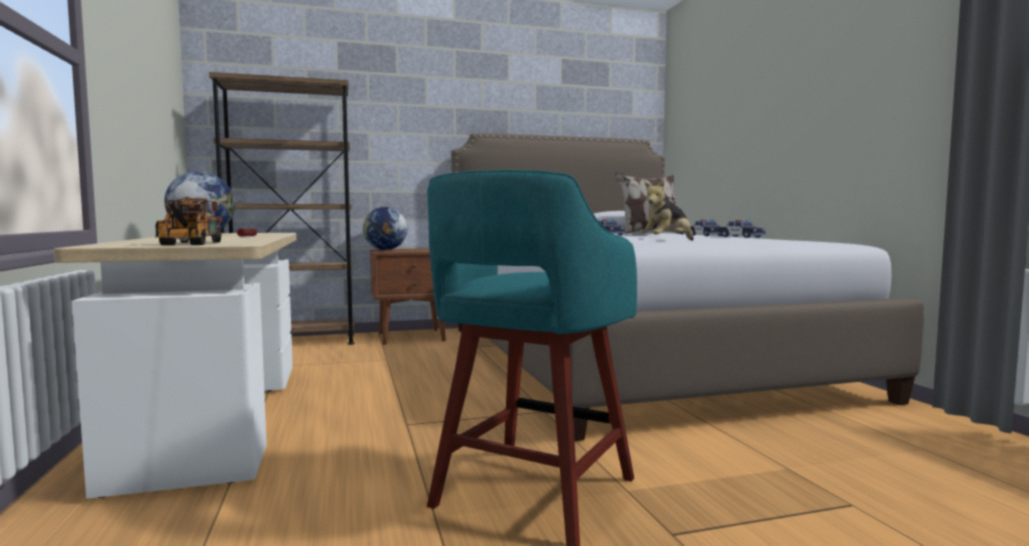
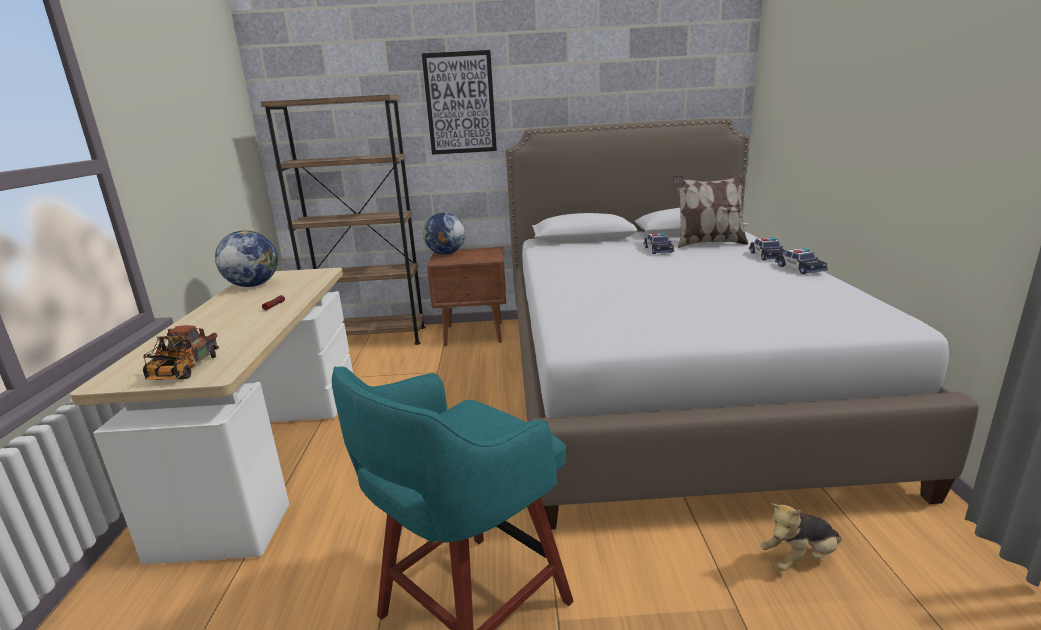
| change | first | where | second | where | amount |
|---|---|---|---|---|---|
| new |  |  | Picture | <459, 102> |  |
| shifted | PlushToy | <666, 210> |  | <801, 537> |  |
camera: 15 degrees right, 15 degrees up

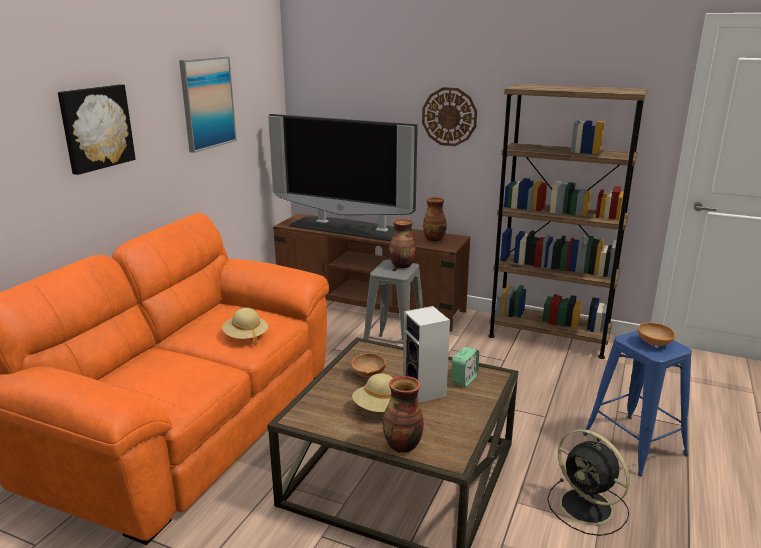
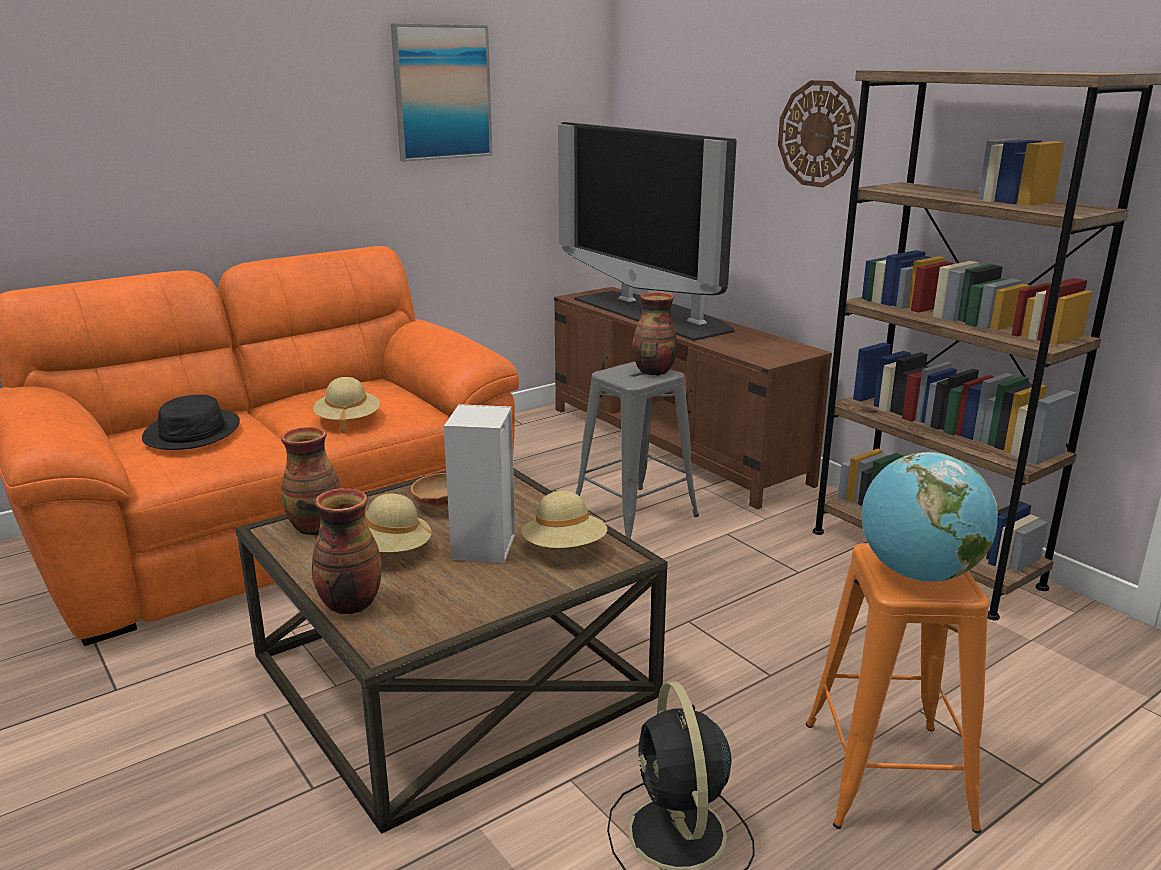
| change | first | where | second | where | amount |
|---|---|---|---|---|---|
| new |  |  | BlackHat | <191, 422> |  |
| shifted | Vase | <435, 219> |  | <311, 481> |  |
| swapped | AlarmClock | <465, 367> | BeigeHat | <564, 519> |  |
| repainted | BlueStool | <637, 403> | OrangeStool | <897, 688> |  |
| swapped | BrownBowl | <656, 334> | Globe | <930, 517> |  |
| gone | Picture | <97, 129> |  |  |  |
camera: 30 degrees right, 0 degrees up

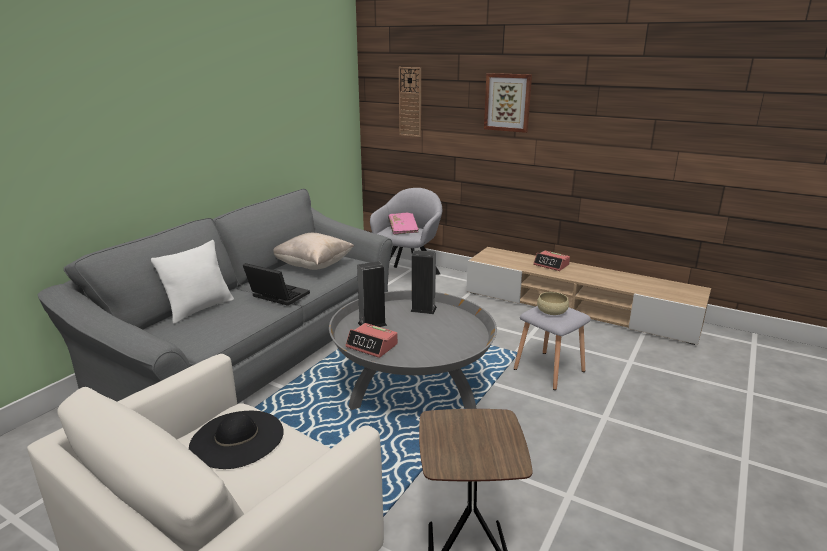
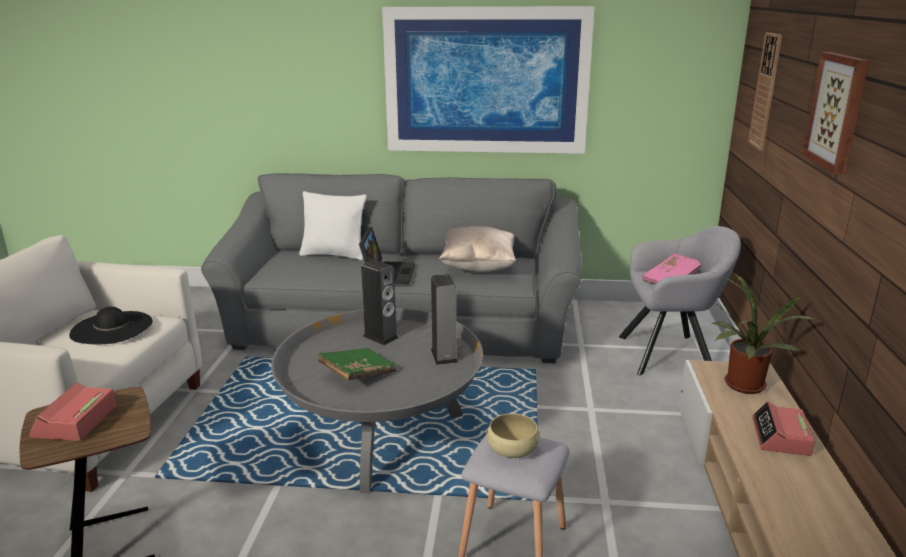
| change | first | where | second | where | amount |
|---|---|---|---|---|---|
| shifted | AlarmClock | <371, 340> |  | <72, 411> |  |
| new |  |  | GreenBook | <356, 364> |  |
| new |  |  | Picture | <488, 80> |  |
| new |  |  | PottedPlant | <761, 334> |  |
camera: 65 degrees right, 0 degrees up

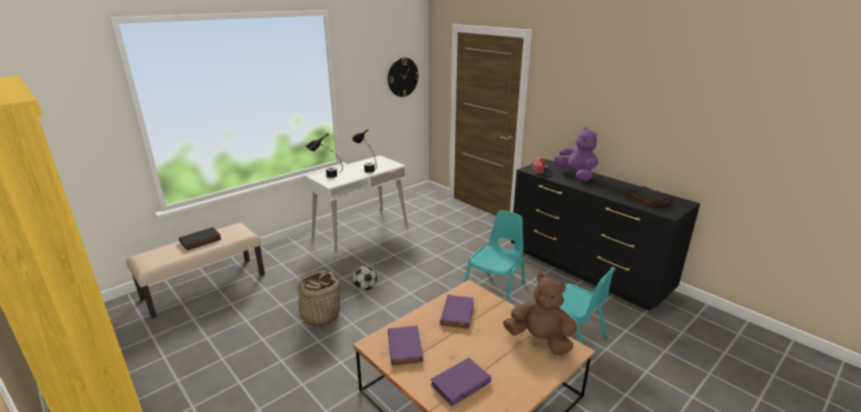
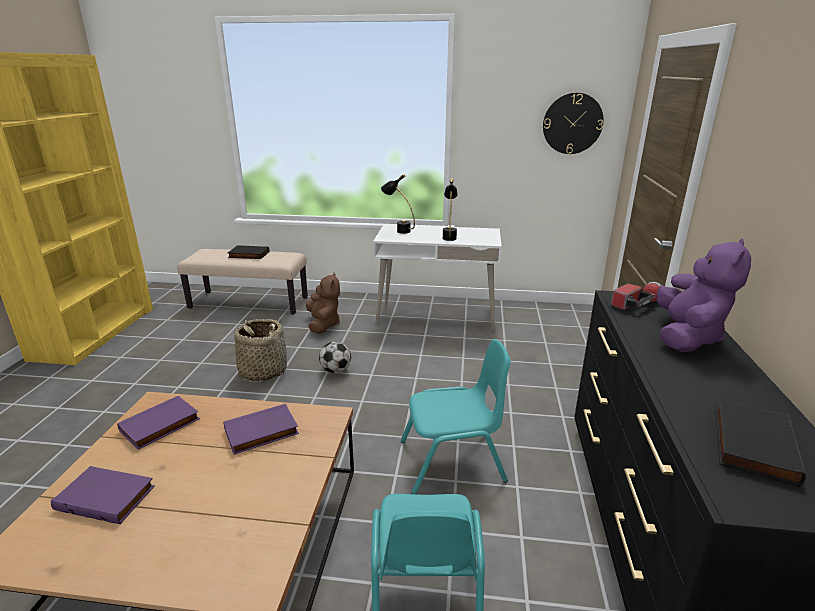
| change | first | where | second | where | amount |
|---|---|---|---|---|---|
| shifted | BrownPlushToy | <540, 314> |  | <323, 303> |  |
camera: 50 degrees right, 0 degrees up

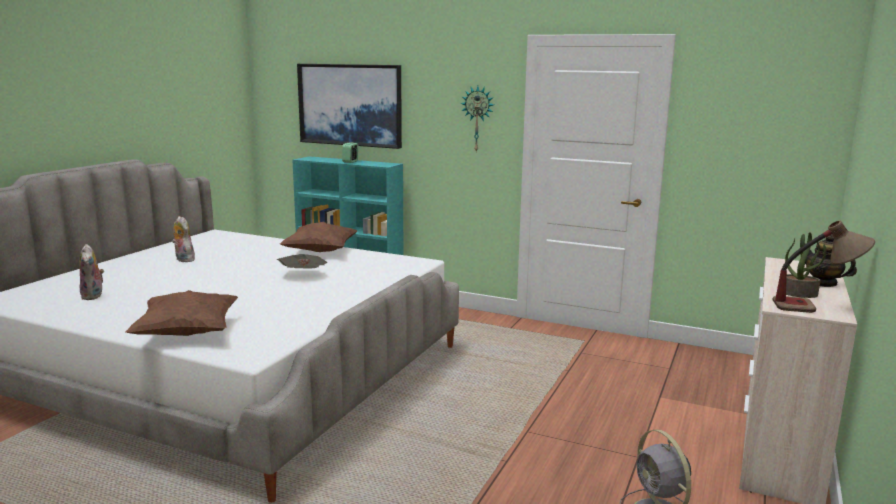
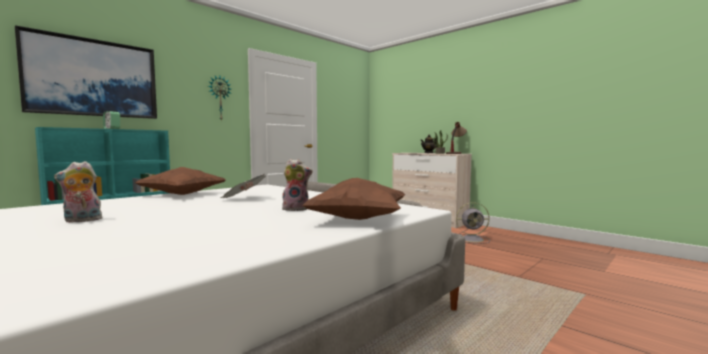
| change | first | where | second | where | amount |
|---|---|---|---|---|---|
| shifted | PlushToy | <91, 272> |  | <296, 185> |  |
camera: 70 degrees left, 10 degrees down

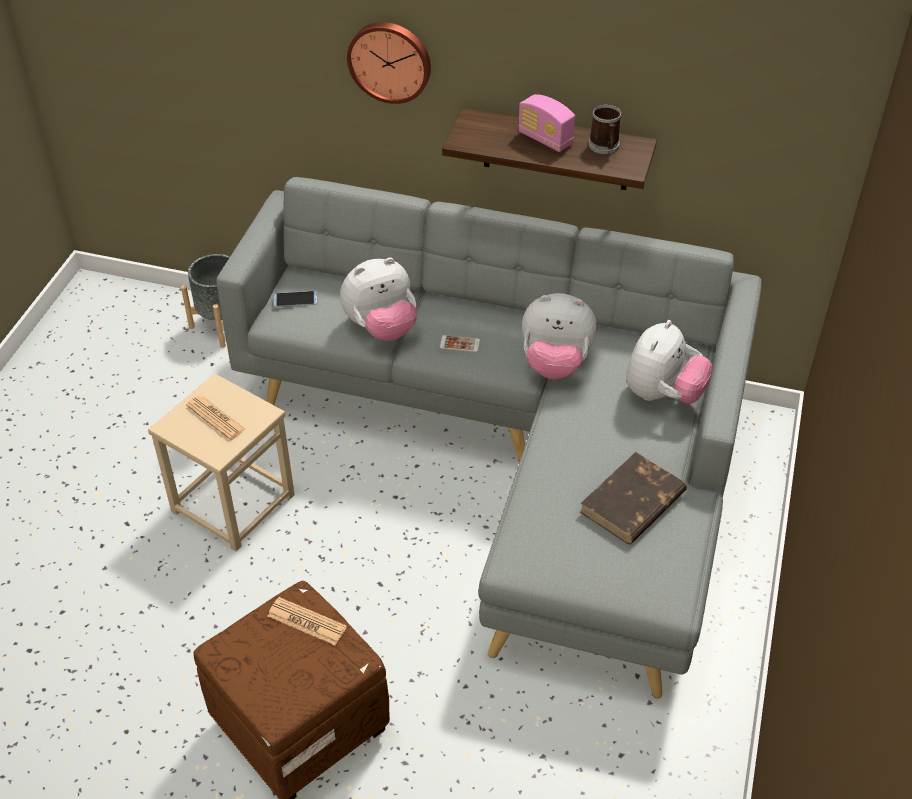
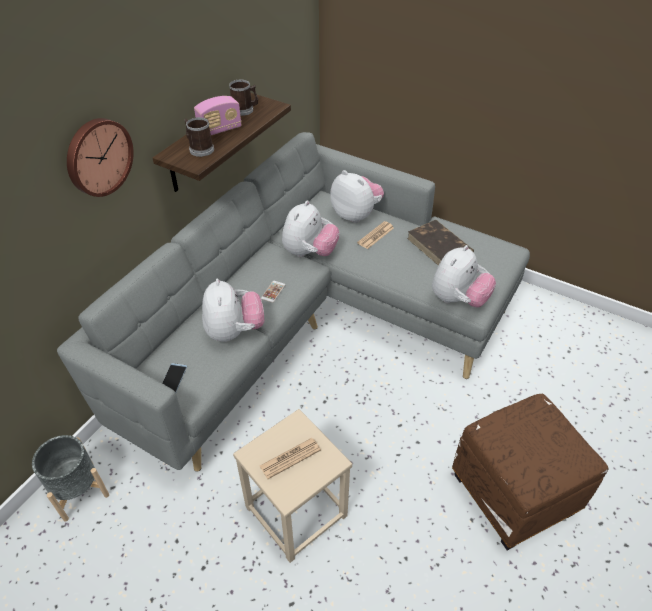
| change | first | where | second | where | amount |
|---|---|---|---|---|---|
| new |  |  | Mug | <199, 137> |  |
| shifted | Newspaper | <307, 621> |  | <375, 235> |  |
| new |  |  | PlushToy | <464, 276> |  |
camera: 75 degrees left, 0 degrees up

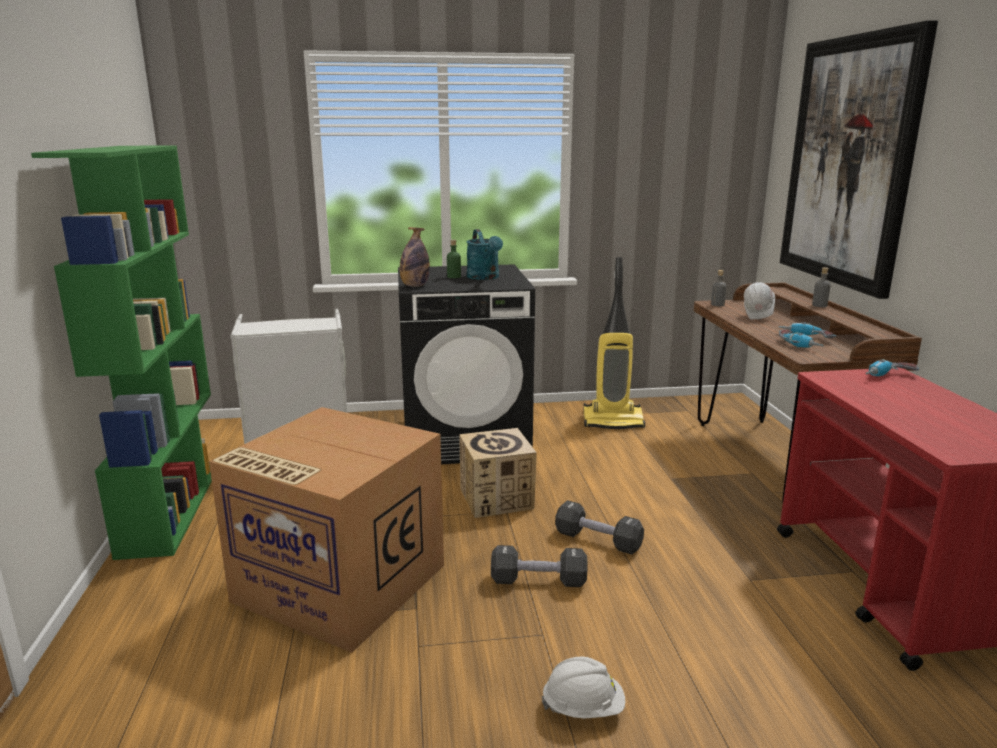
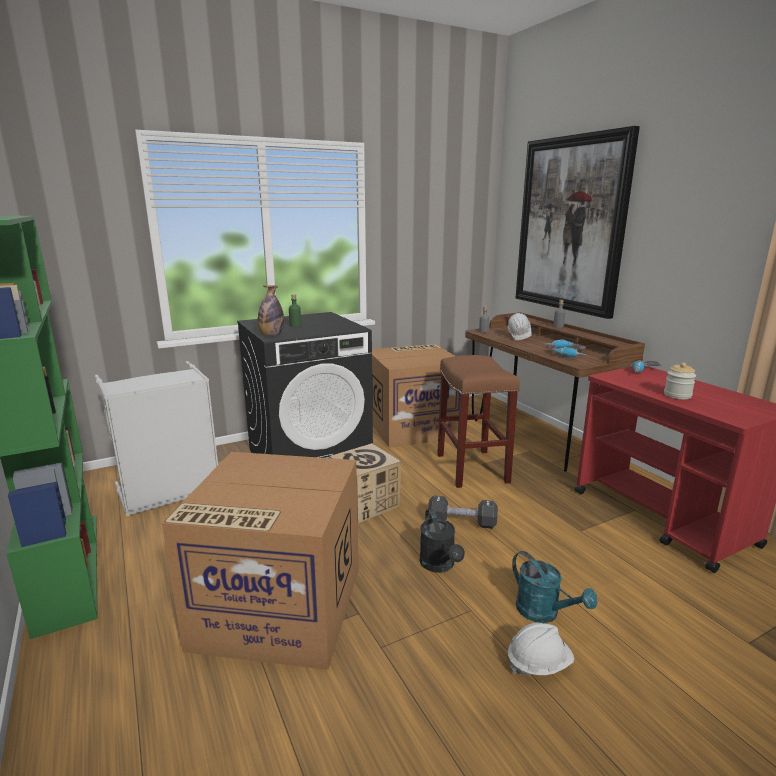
| change | first | where | second | where | amount |
|---|---|---|---|---|---|
| swapped | VacuumCleaner | <614, 343> | CardboardBox | <415, 396> |  |
| swapped | BlackDumbbell | <539, 566> | BlackWateringCan | <442, 541> |  |
| new |  |  | BrownStool | <478, 421> |  |
| shifted | TurquoiseWateringCan | <485, 254> |  | <554, 587> |  |
| new |  |  | Jar | <680, 381> |  |
camera: 20 degrees left, 0 degrees up

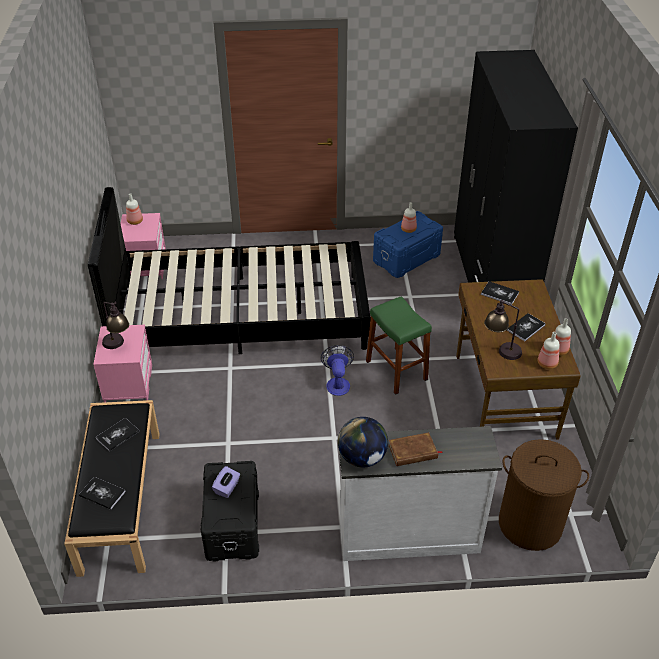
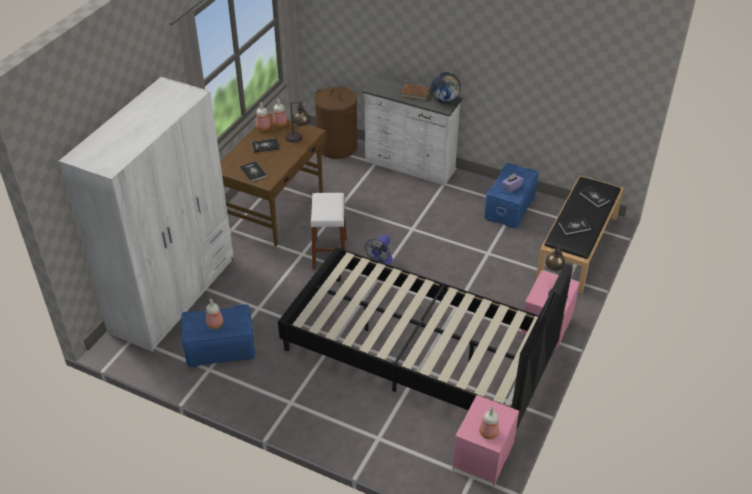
| change | first | where | second | where | amount |
|---|---|---|---|---|---|
| repainted | BlackWardrobe | <516, 166> | WhiteWardrobe | <145, 214> |  |
| repainted | GreenStool | <399, 345> | WhiteStool | <329, 231> |  |
| repainted | BlackStorageBox | <230, 511> | BlueStorageBox | <511, 195> |  |
camera: 150 degrees left, 0 degrees up

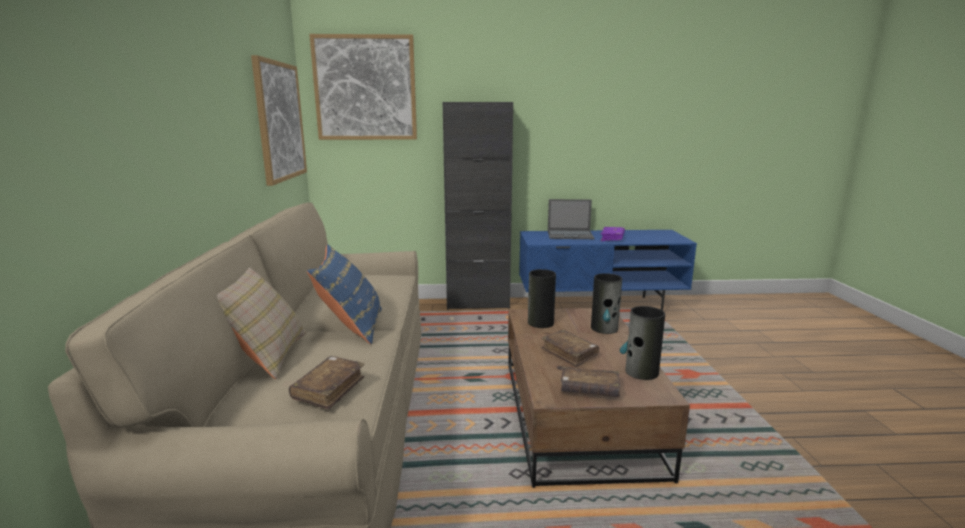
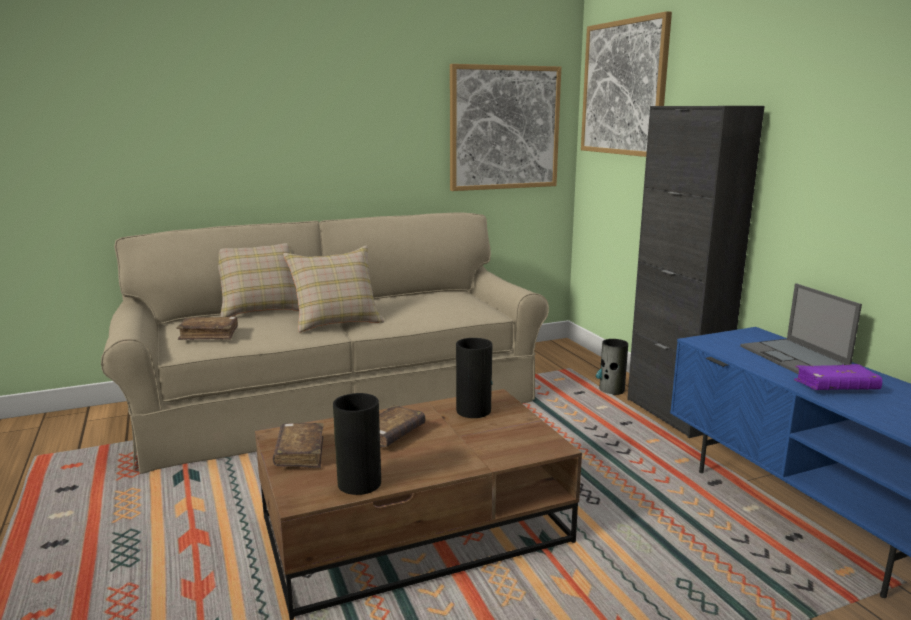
| change | first | where | second | where | amount |
|---|---|---|---|---|---|
| repainted | BluePillow | <344, 294> | BeigePillow | <333, 289> |  |
| shifted | Vase | <606, 303> |  | <612, 367> |  |
camera: 70 degrees right, 0 degrees up

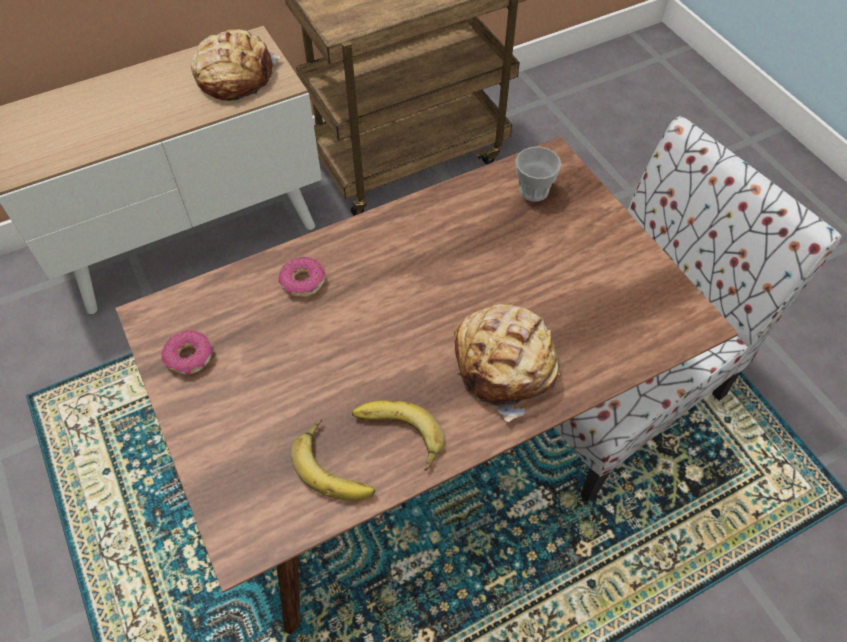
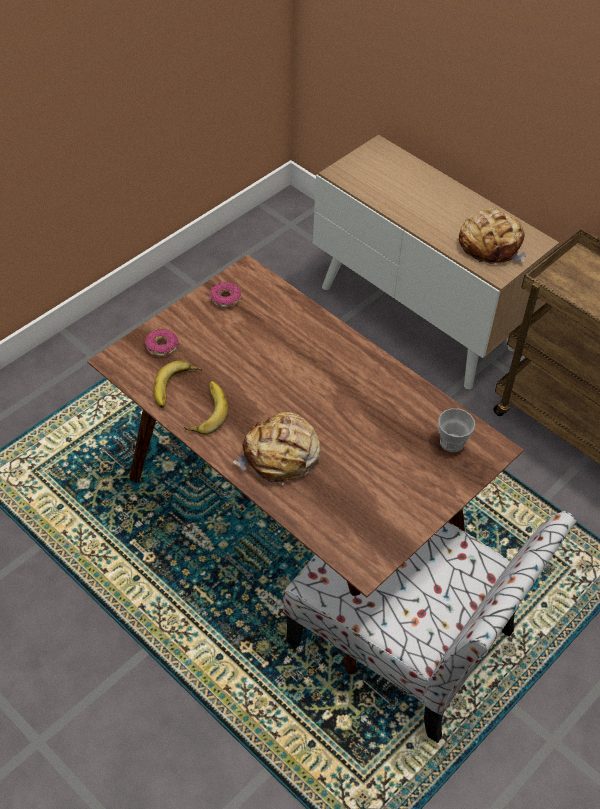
| change | first | where | second | where | amount |
|---|---|---|---|---|---|
| shifted | Donut | <302, 277> |  | <162, 342> |  |
camera: 70 degrees right, 5 degrees down

